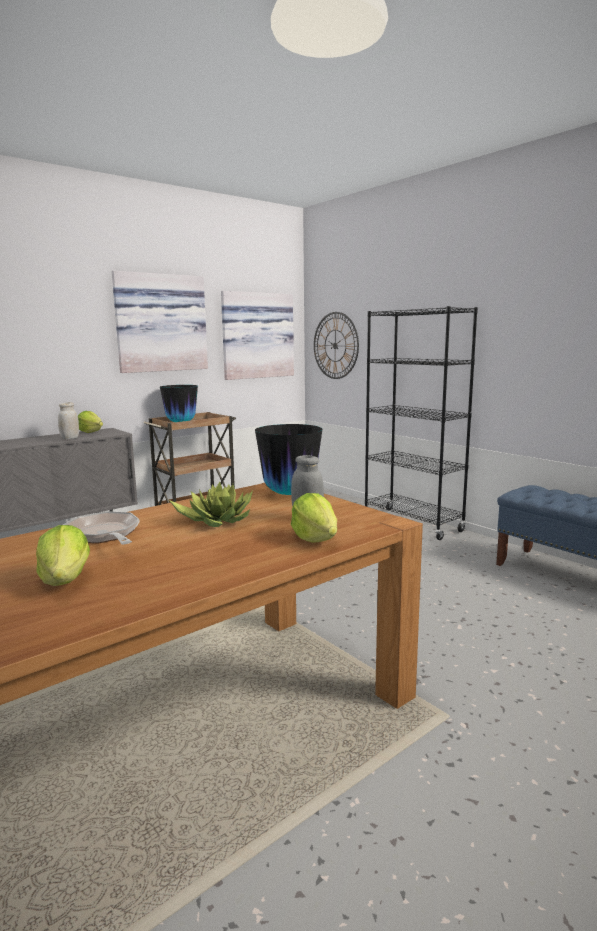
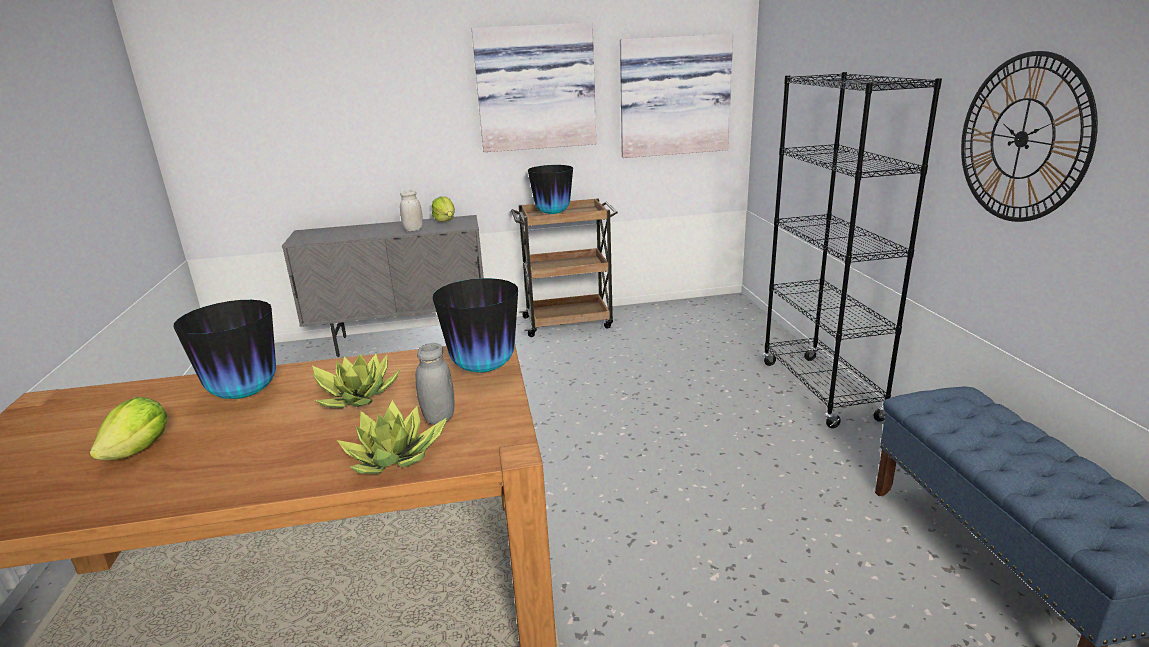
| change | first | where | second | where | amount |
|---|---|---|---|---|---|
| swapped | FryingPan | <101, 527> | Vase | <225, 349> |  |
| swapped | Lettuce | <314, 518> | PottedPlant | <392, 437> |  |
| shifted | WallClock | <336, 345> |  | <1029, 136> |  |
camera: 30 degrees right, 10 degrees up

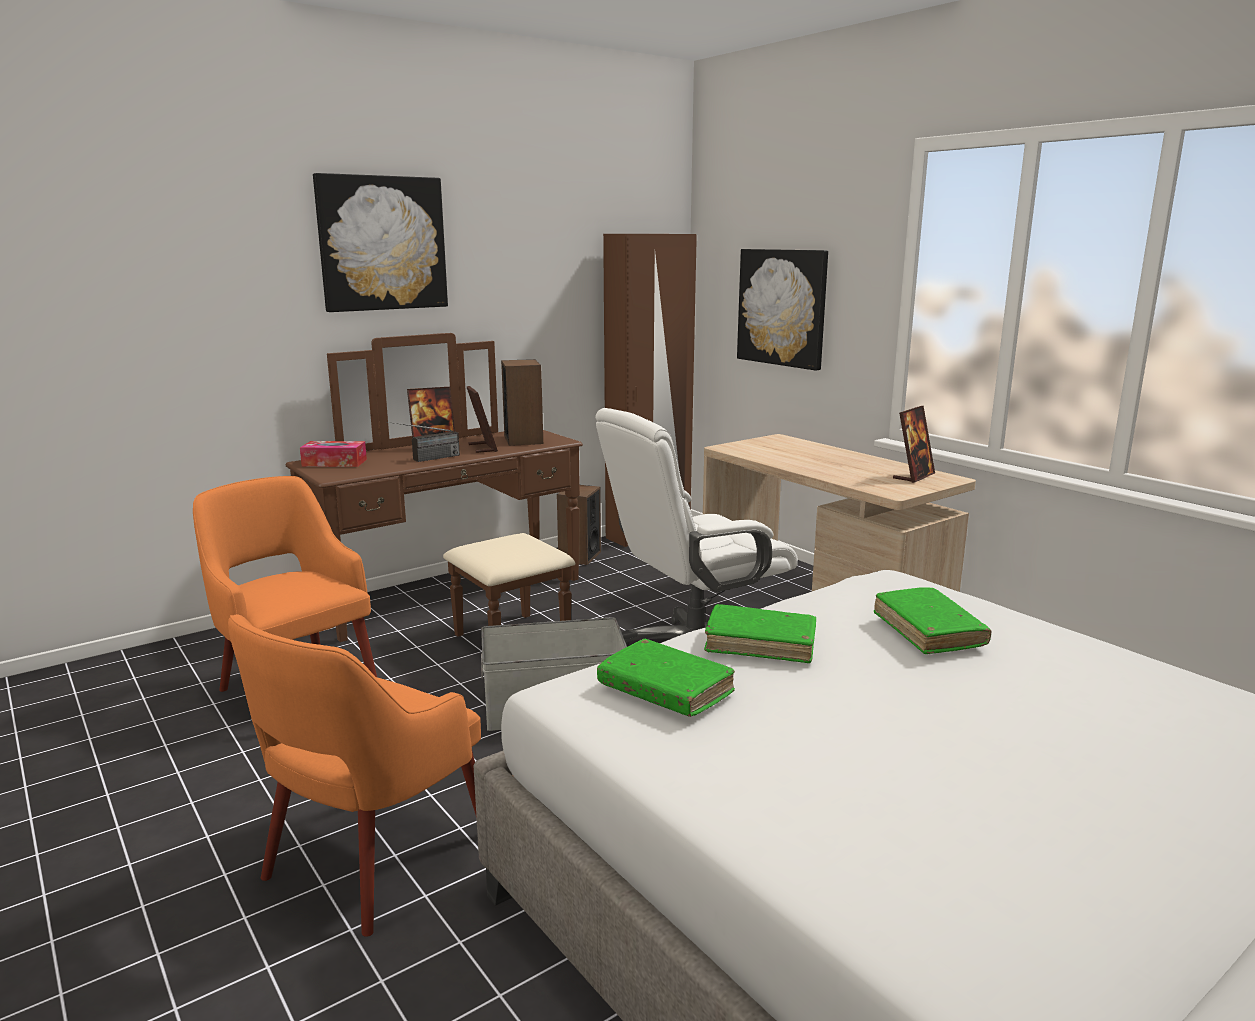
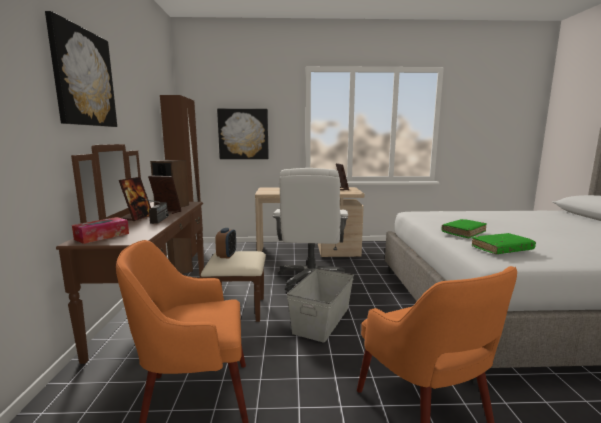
| change | first | where | second | where | amount |
|---|---|---|---|---|---|
| new |  |  | AlarmClock | <225, 243> |  |
| gone | GreenBook | <932, 620> |  |  |  |
camera: 55 degrees left, 5 degrees down

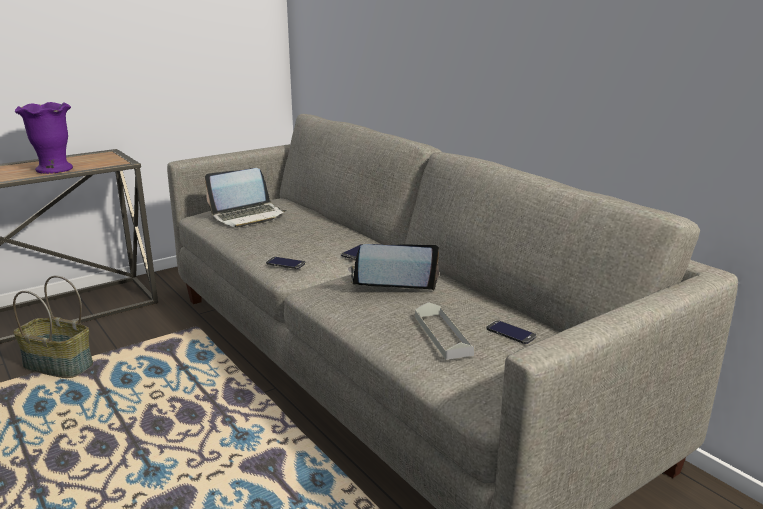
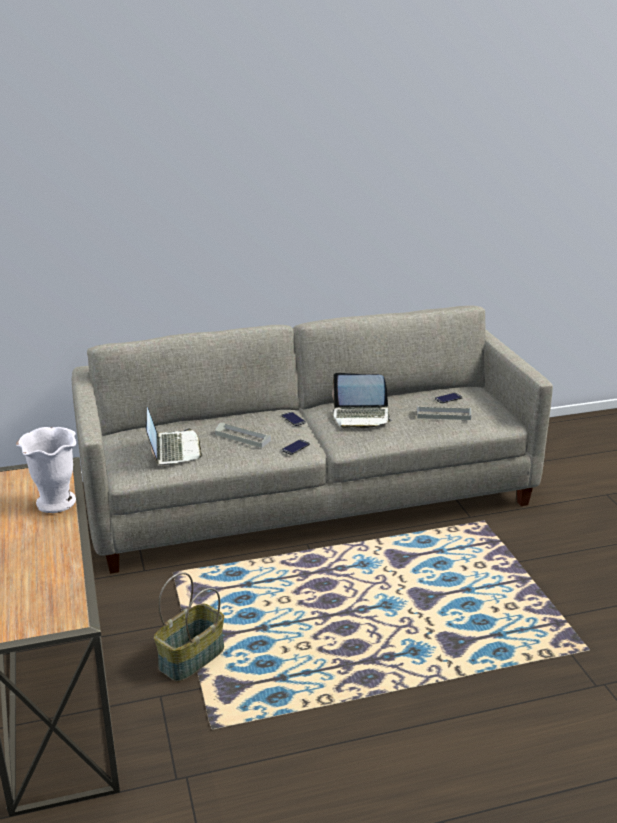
| change | first | where | second | where | amount |
|---|---|---|---|---|---|
| repainted | PurpleVase | <44, 138> | WhiteVase | <46, 470> |  |
| new |  |  | GreyTray | <243, 435> |  |
| rotated | Laptop | <393, 267> |  | <362, 400> | 105 degrees counterclockwise |
camera: 70 degrees left, 5 degrees up

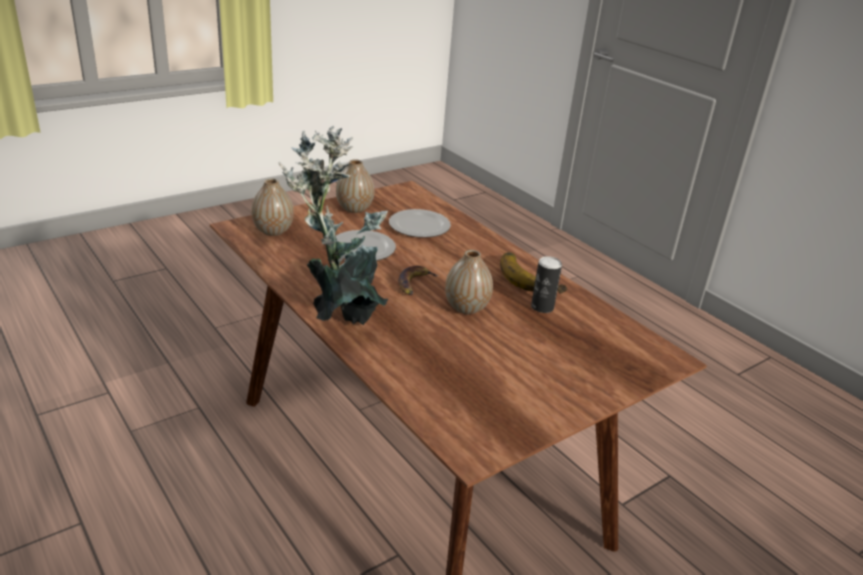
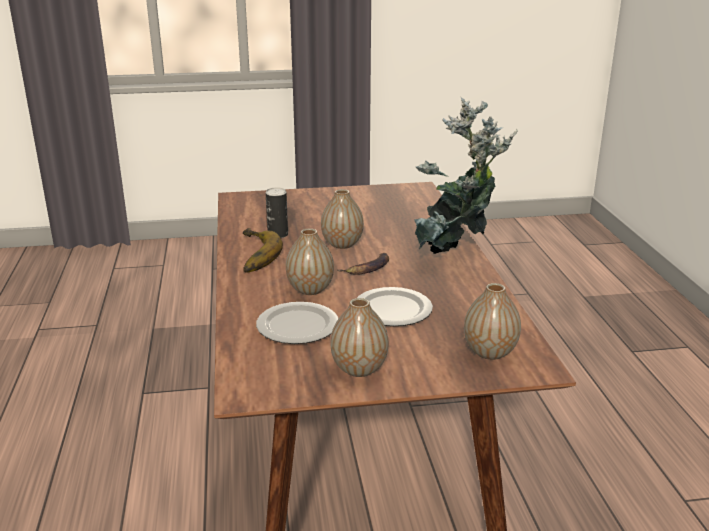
| change | first | where | second | where | amount |
|---|---|---|---|---|---|
| new |  |  | Vase | <310, 261> |  |
camera: 150 degrees left, 5 degrees down

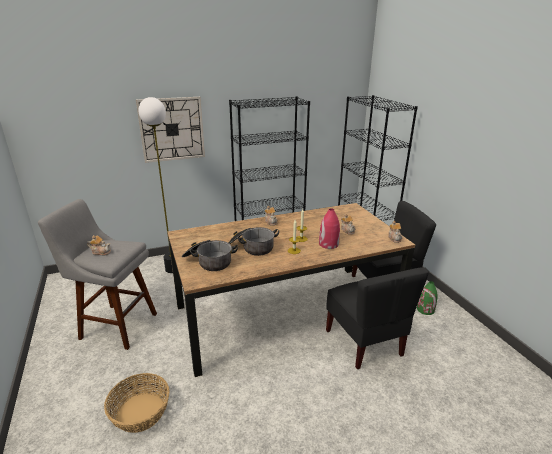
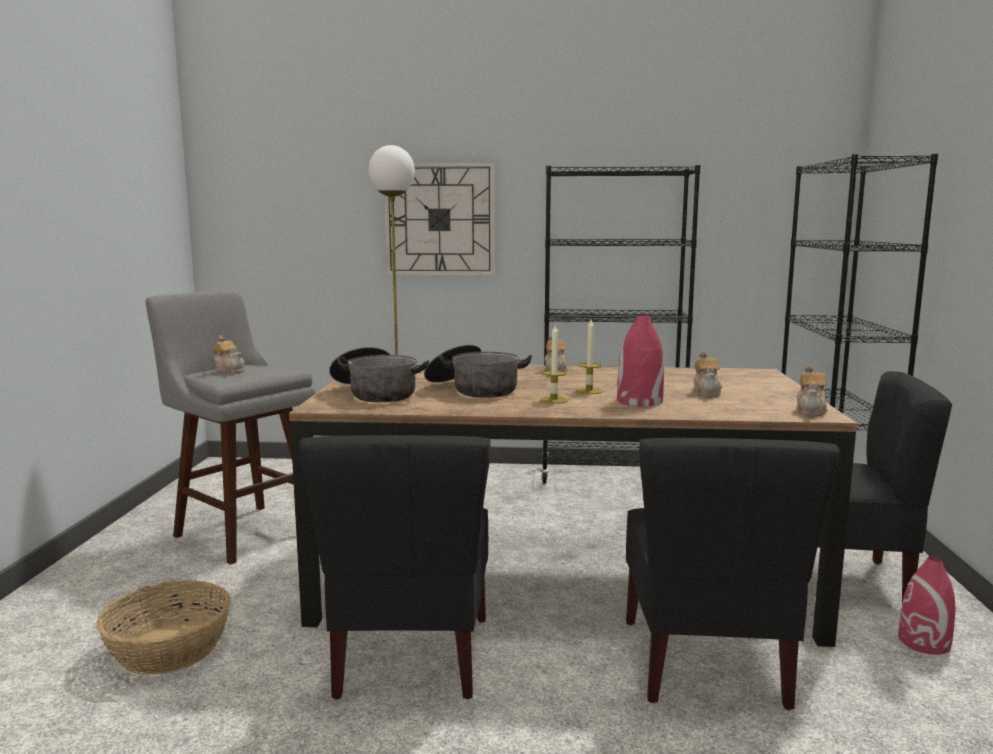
| change | first | where | second | where | amount |
|---|---|---|---|---|---|
| new |  |  | BlackChair | <395, 567> |  |
| repainted | GreenVase | <427, 298> | RedVase | <927, 605> |  |
camera: 25 degrees right, 15 degrees down

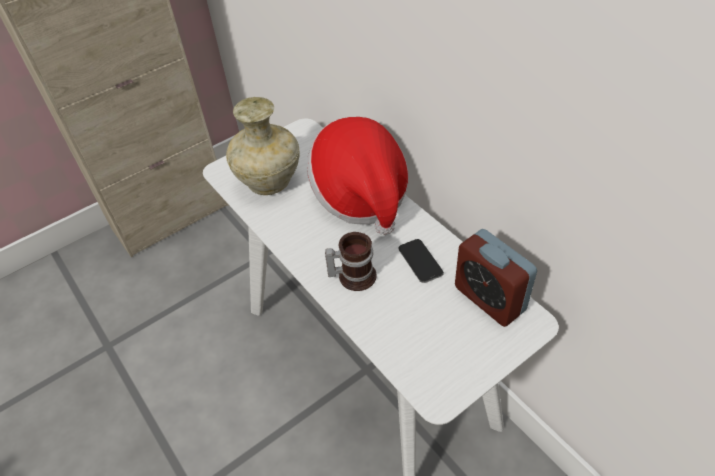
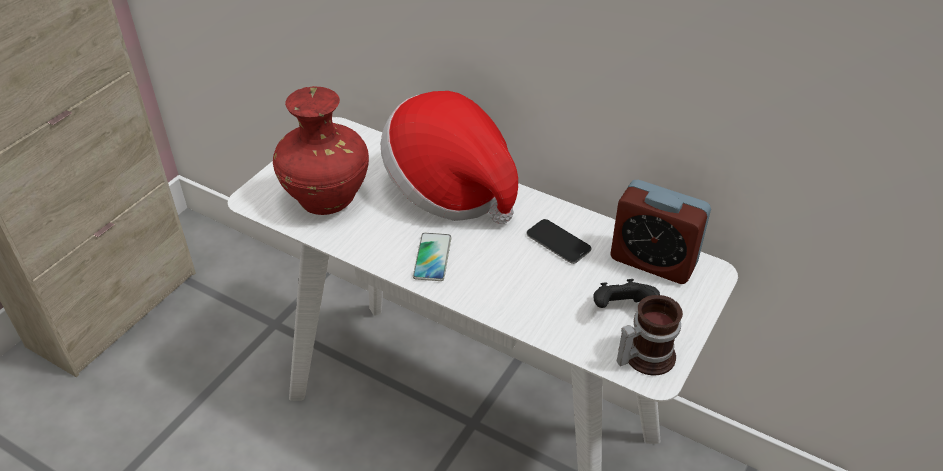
| change | first | where | second | where | amount |
|---|---|---|---|---|---|
| repainted | BeigeVase | <262, 146> | RedVase | <321, 150> |  |
| new |  |  | Phone | <432, 257> |  |
| new |  |  | BlackGameController | <626, 293> |  |
| shifted | Mug | <351, 261> |  | <650, 335> |  |
camera: 25 degrees left, 5 degrees down

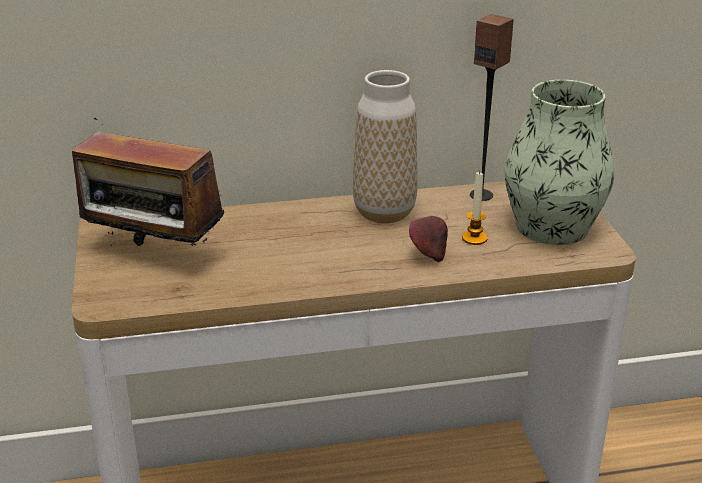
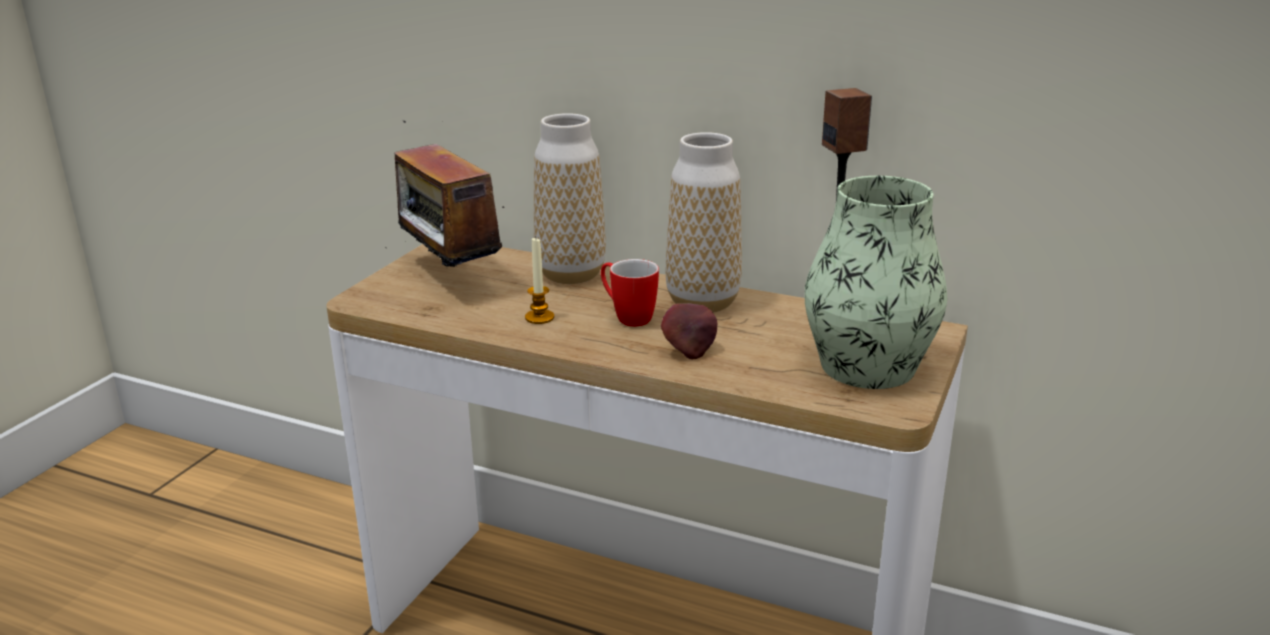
| change | first | where | second | where | amount |
|---|---|---|---|---|---|
| shifted | Candle | <475, 208> |  | <539, 281> |  |
| new |  |  | Vase | <570, 198> |  |
| new |  |  | Mug | <630, 293> |  |
camera: 35 degrees right, 5 degrees down

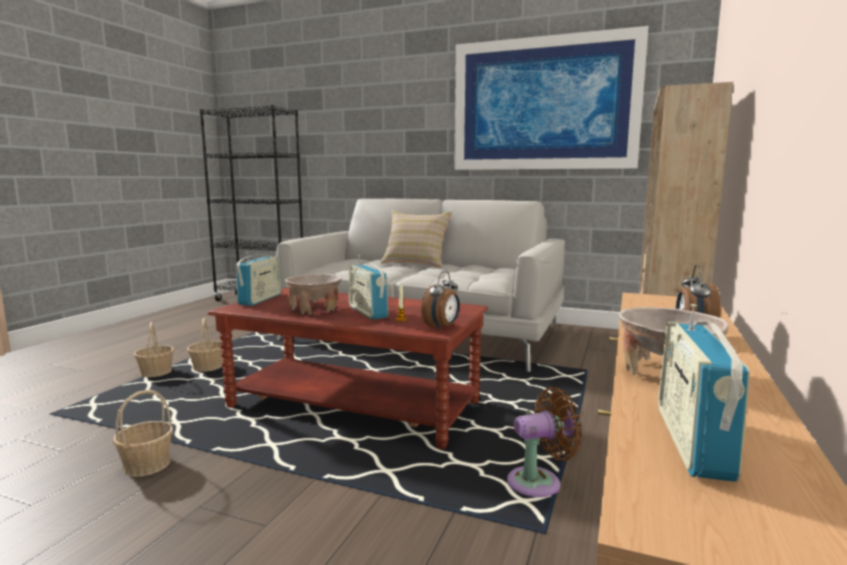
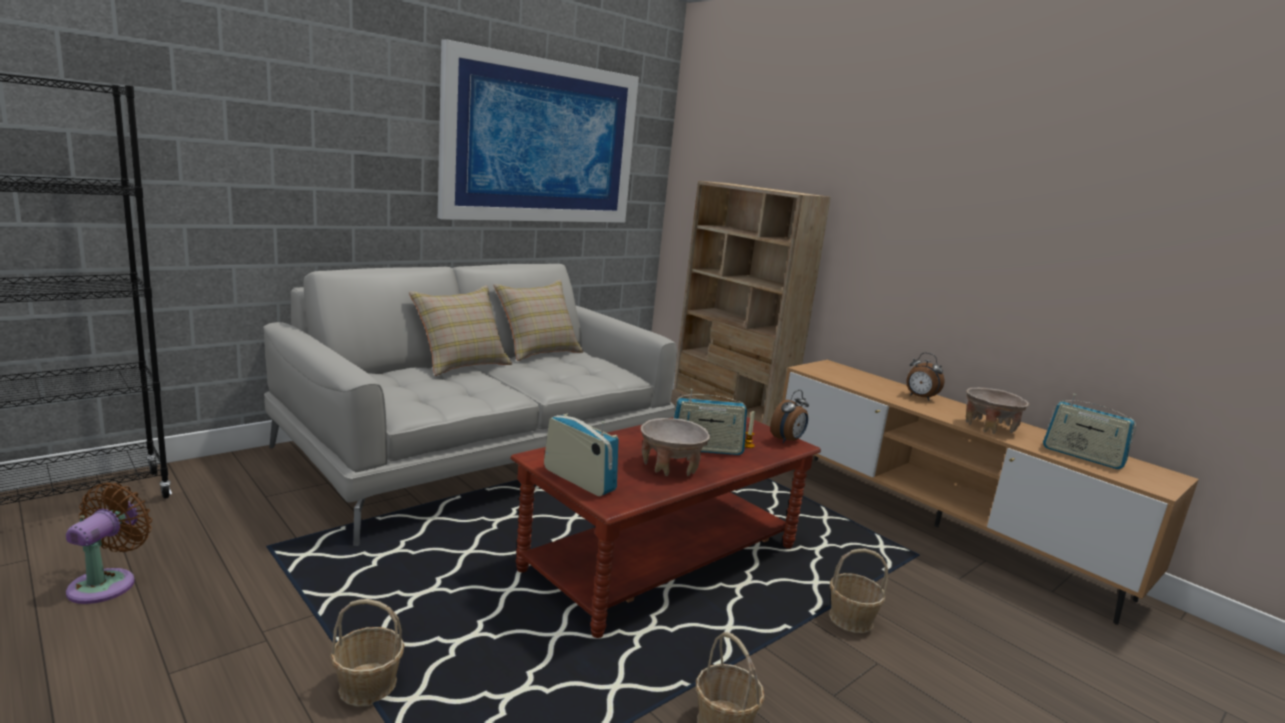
| change | first | where | second | where | amount |
|---|---|---|---|---|---|
| shifted | BrownFan | <544, 442> |  | <109, 543> |  |
| new |  |  | BeigePillow | <538, 320> |  |
| rotated | AlarmClock | <440, 301> |  | <789, 416> | 75 degrees clockwise |
| shifted | Basket | <204, 345> |  | <858, 591> |  |
camera: 65 degrees left, 5 degrees up

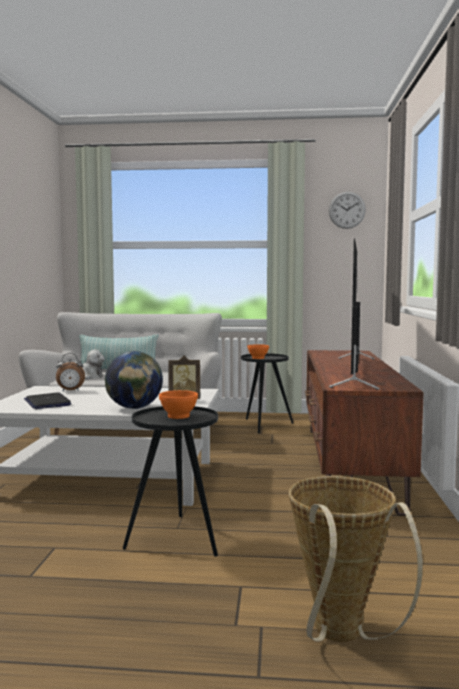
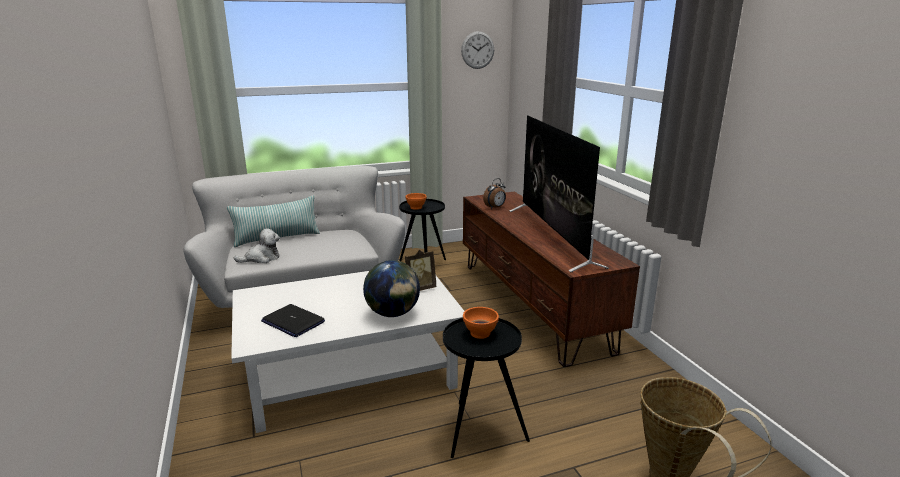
| change | first | where | second | where | amount |
|---|---|---|---|---|---|
| shifted | AlarmClock | <70, 372> |  | <494, 193> |  |
camera: 25 degrees left, 15 degrees up

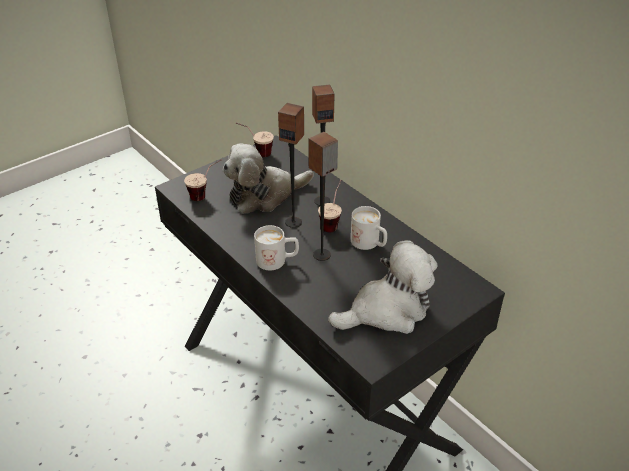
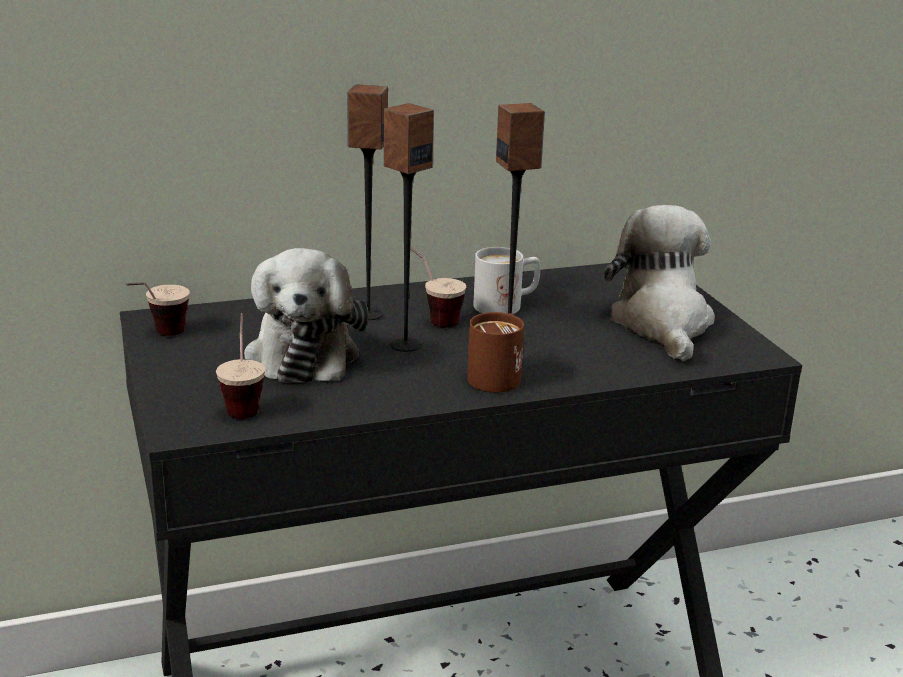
| change | first | where | second | where | amount |
|---|---|---|---|---|---|
| repainted | WhiteMug | <276, 247> | BrownMug | <495, 352> |  |
camera: 70 degrees left, 15 degrees down

